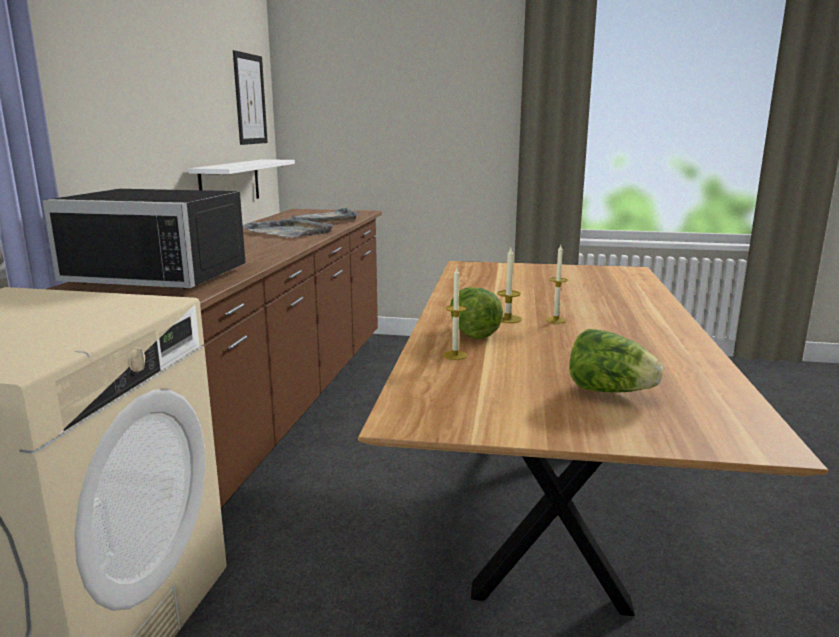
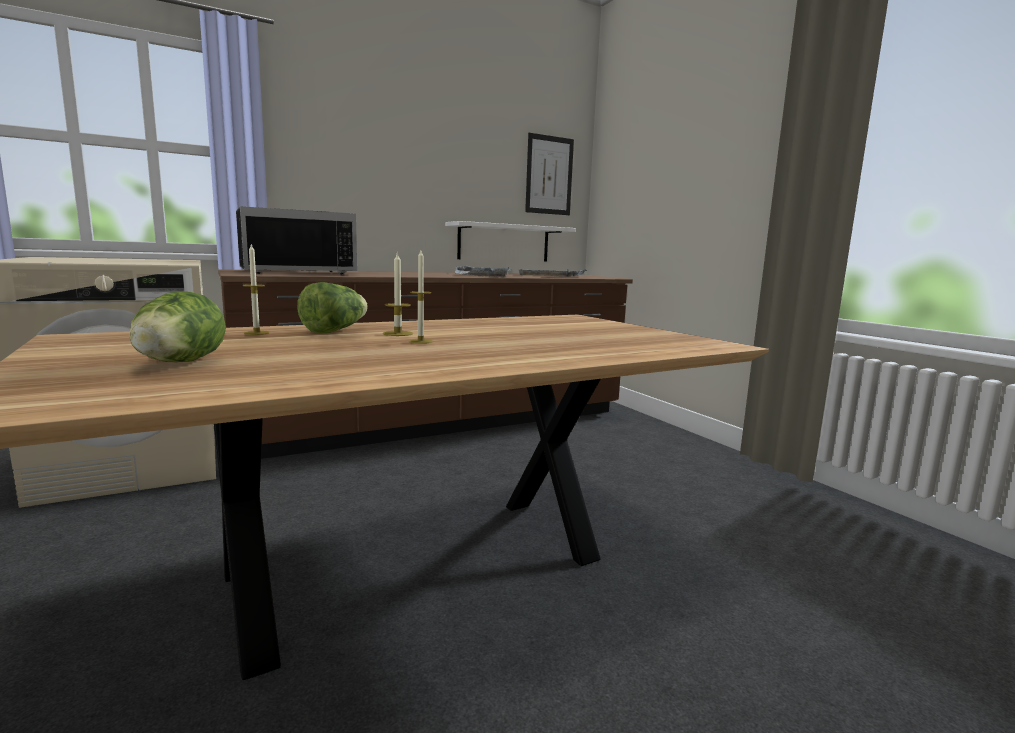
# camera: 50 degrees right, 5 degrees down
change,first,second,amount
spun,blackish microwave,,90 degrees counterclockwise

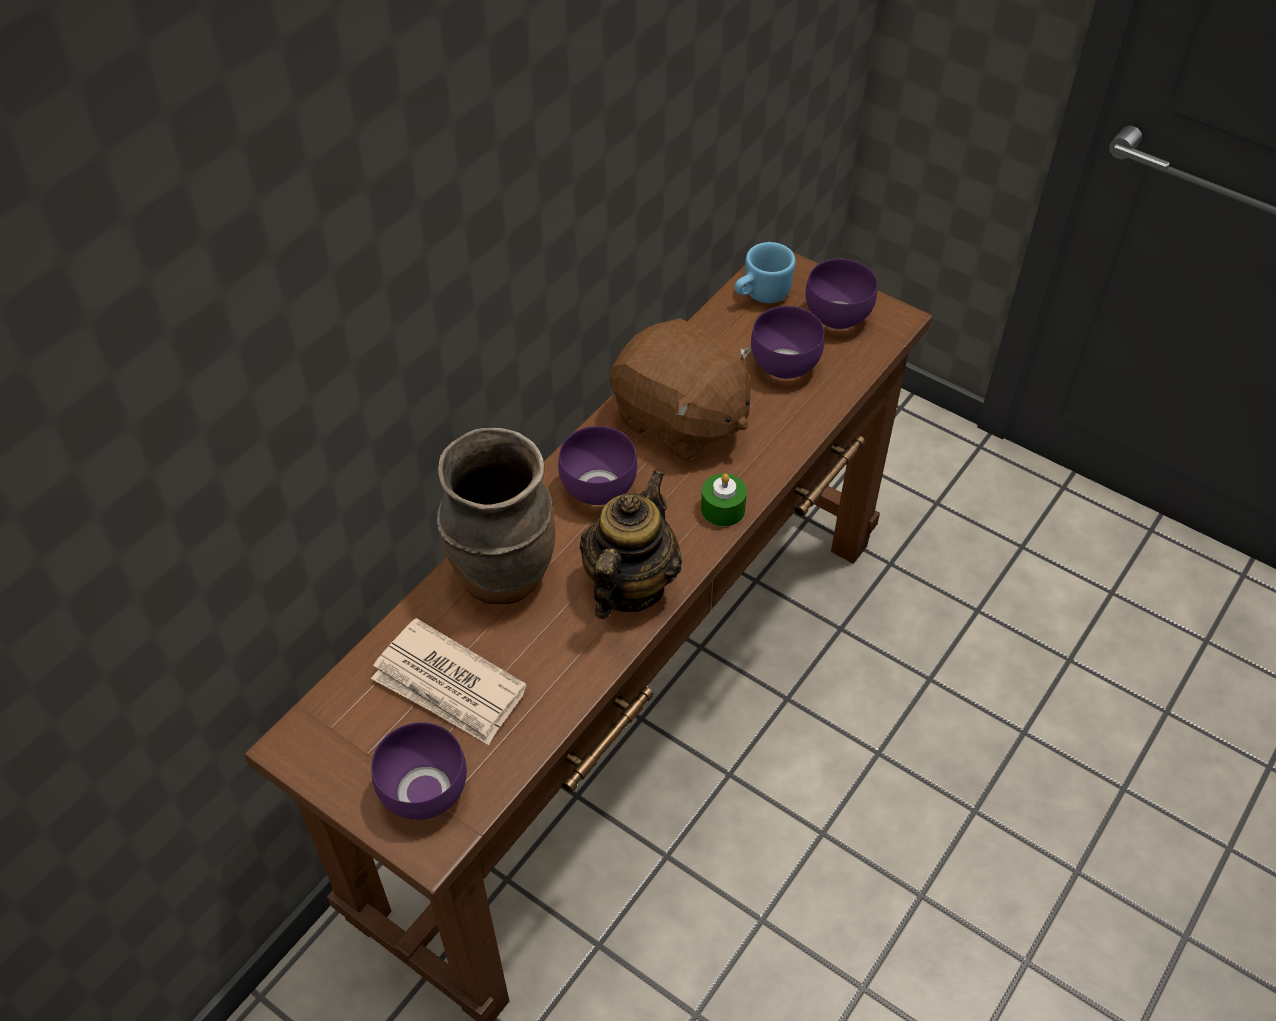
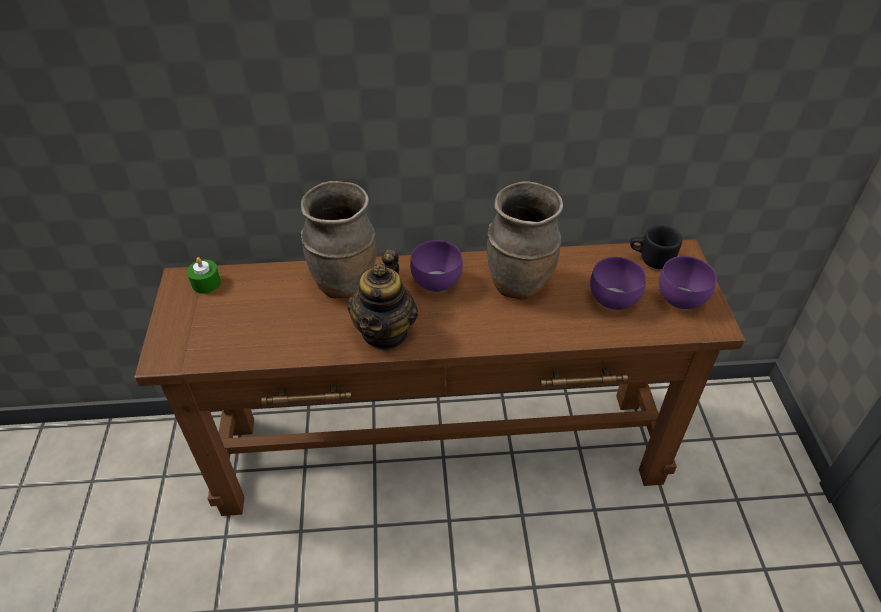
# camera: 50 degrees right, 5 degrees down
change,first,second,amount
missing,newspaper,,
missing,purplish deep dish (no. 1 from left),,
spun,tea pot,,120 degrees clockwise
exchanged,brownish soft toy,brownish decorative vase (no. 2 from left),
relocated,greenish candle,,
colour,blue tea mug,blackish tea mug,

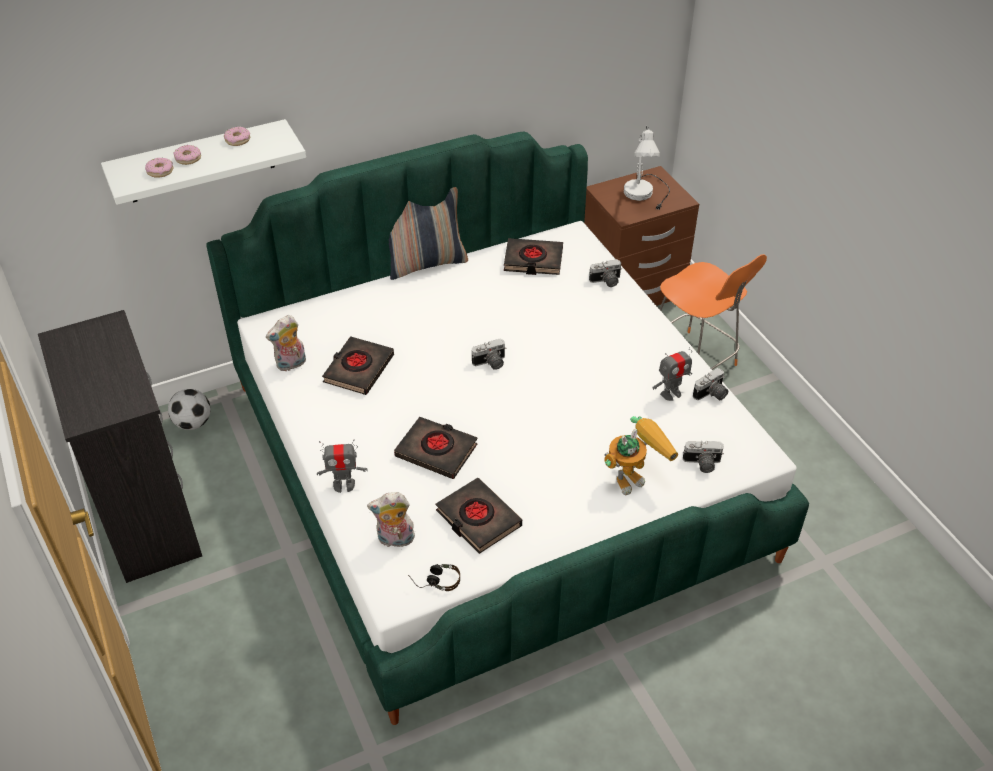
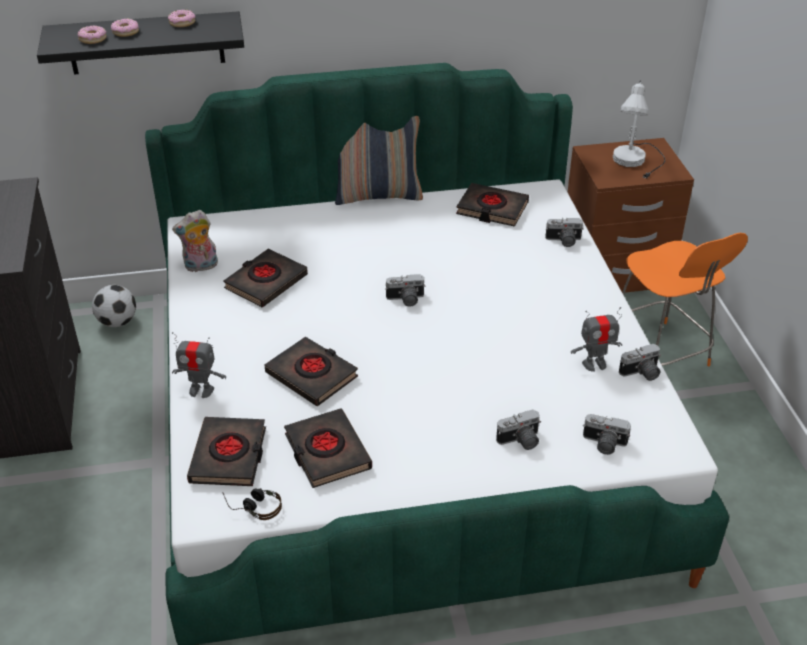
# camera: 15 degrees right, 5 degrees down
change,first,second,amount
colour,white shelf,blackish shelf,
exchanged,soft toy (no. 2 from left),blackish bound book (no. 1 from left),
exchanged,model robot (no. 2 from left),still camera (no. 2 from left),

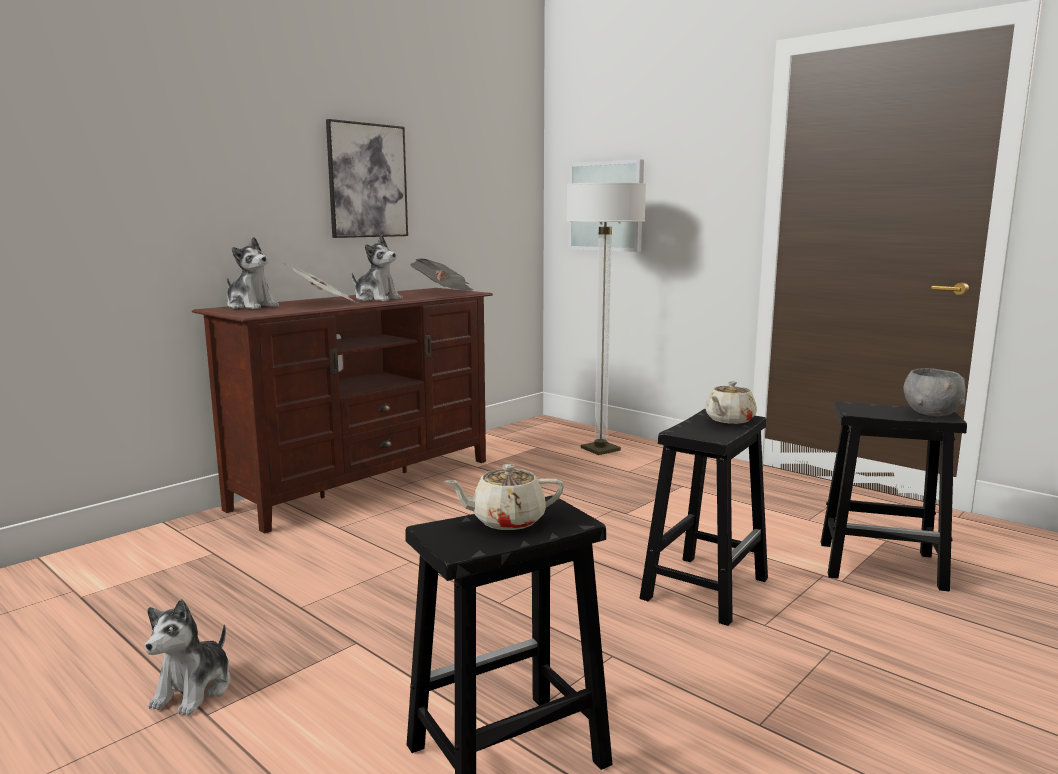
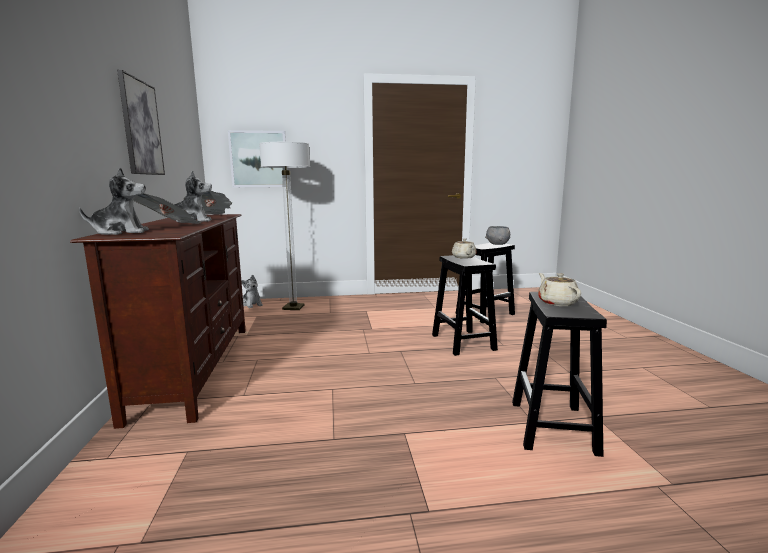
# camera: 50 degrees left, 0 degrees up
change,first,second,amount
relocated,soft toy (no. 1 from left in the first image),soft toy (no. 3 from left),
spun,sand-coloured tea pot (no. 1 from left in the first image),sand-coloured tea pot (no. 2 from left),135 degrees clockwise

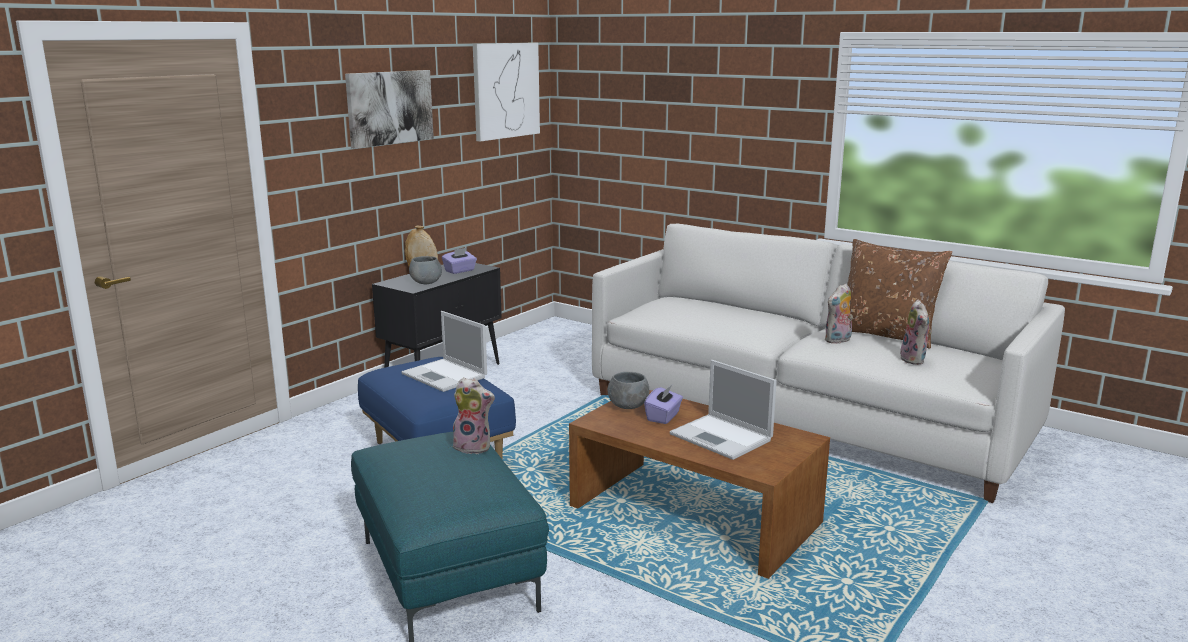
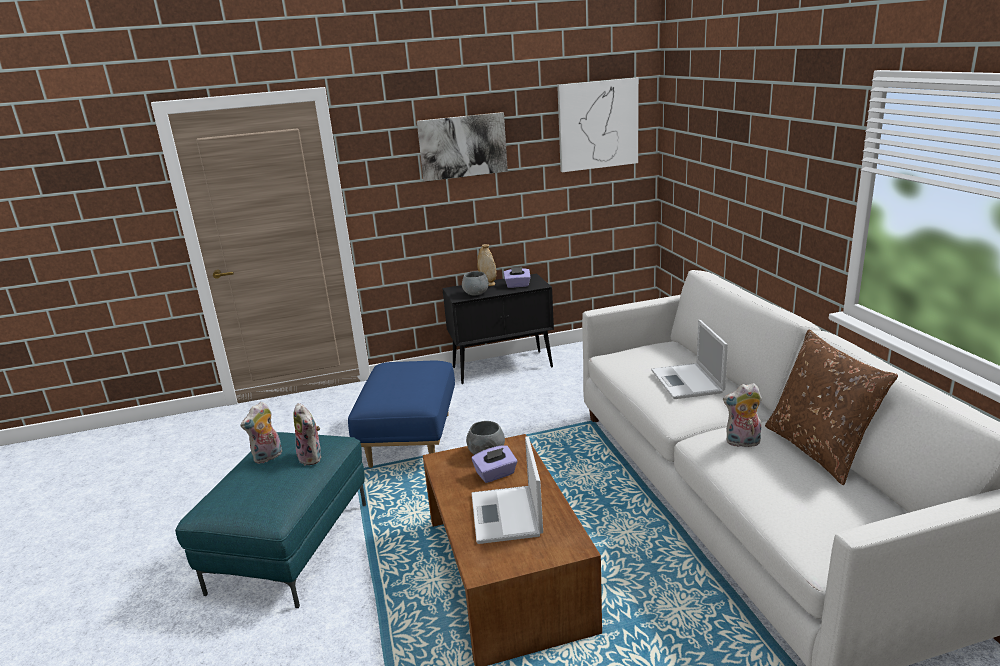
# camera: 40 degrees right, 5 degrees up
change,first,second,amount
relocated,laptop (no. 1 from left in the first image),laptop (no. 2 from left),
relocated,soft toy (no. 3 from left in the first image),soft toy (no. 1 from left),

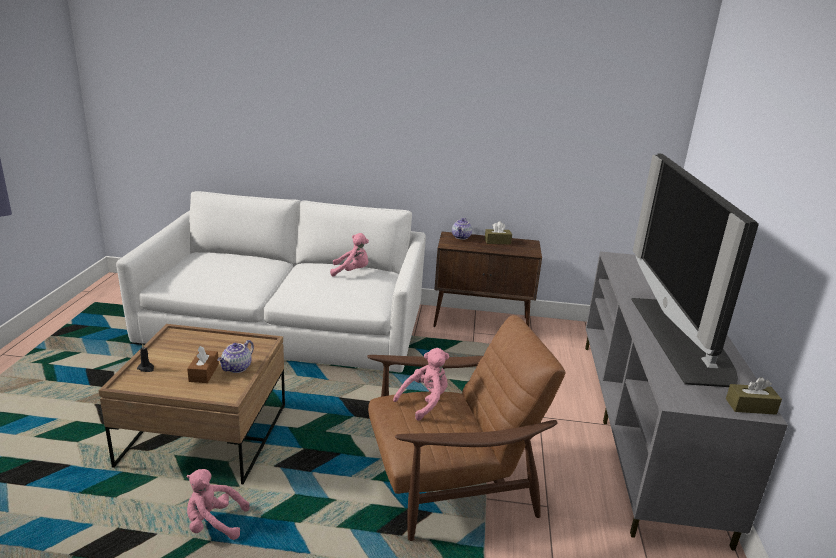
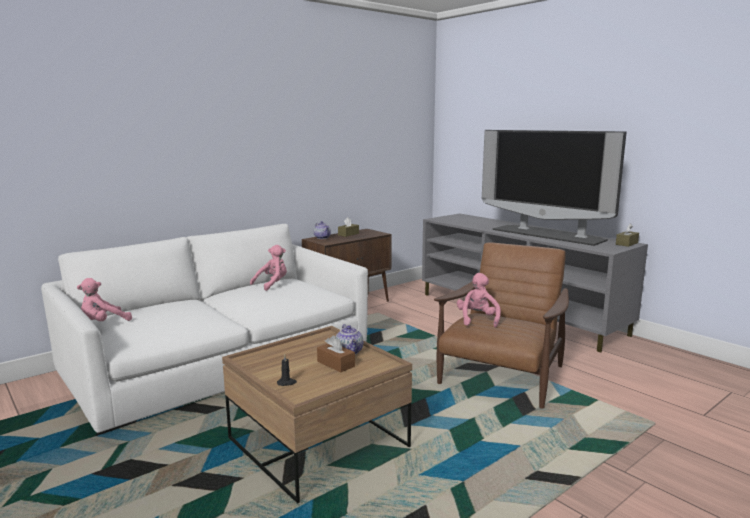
# camera: 45 degrees left, 10 degrees down
change,first,second,amount
relocated,pink soft toy (no. 1 from left),,

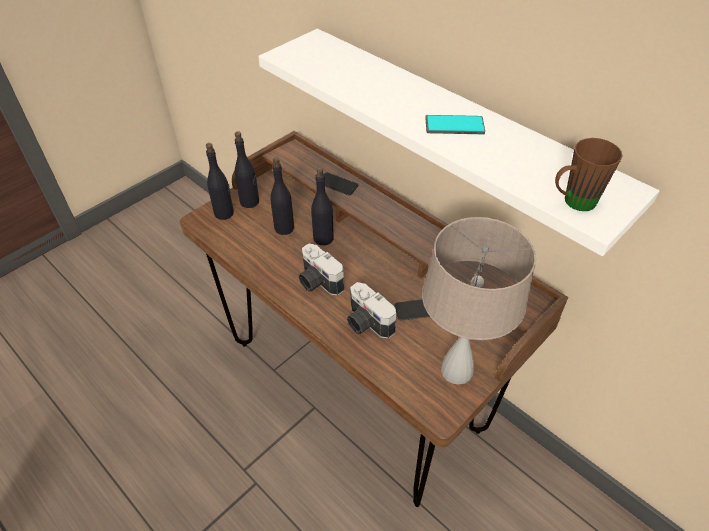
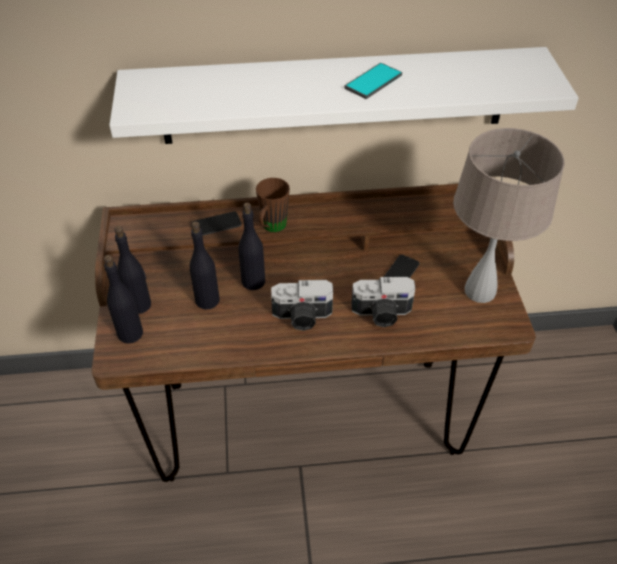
# camera: 50 degrees left, 0 degrees up
change,first,second,amount
relocated,brownish tea mug,,

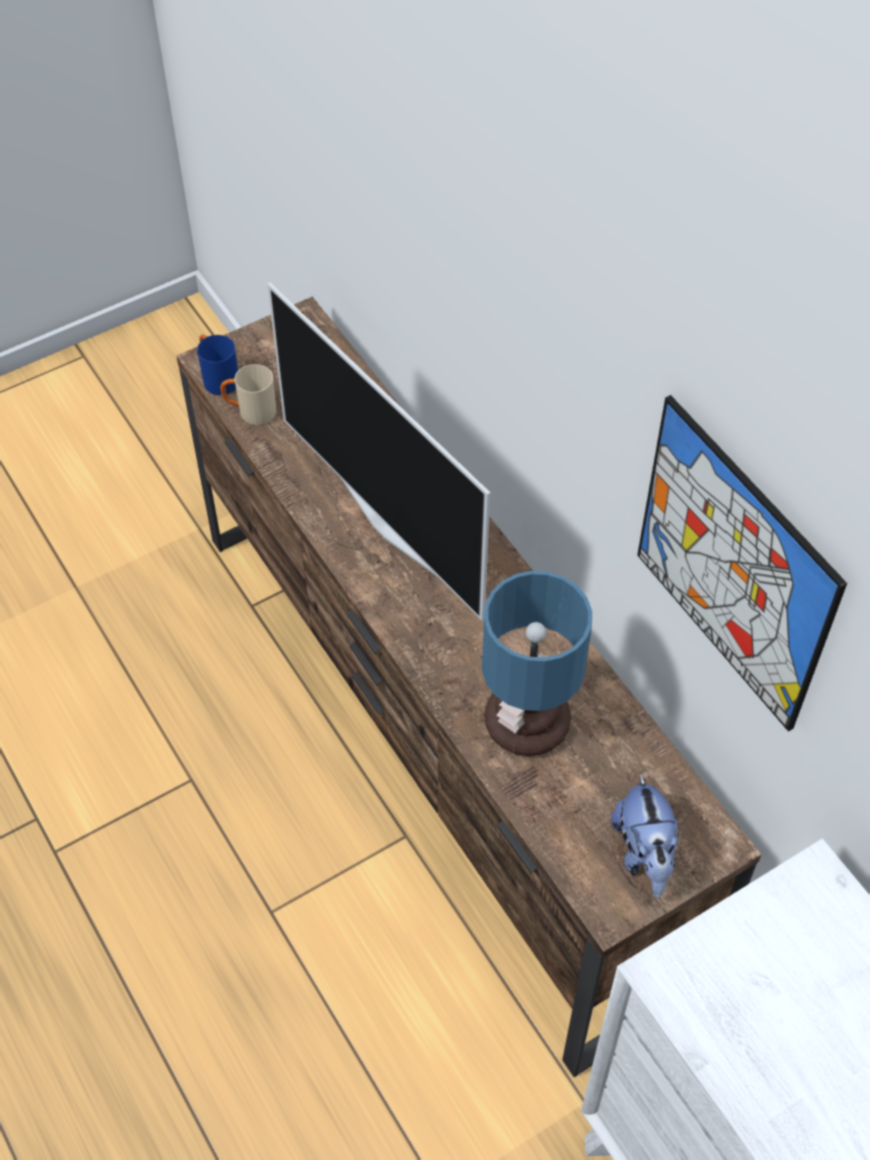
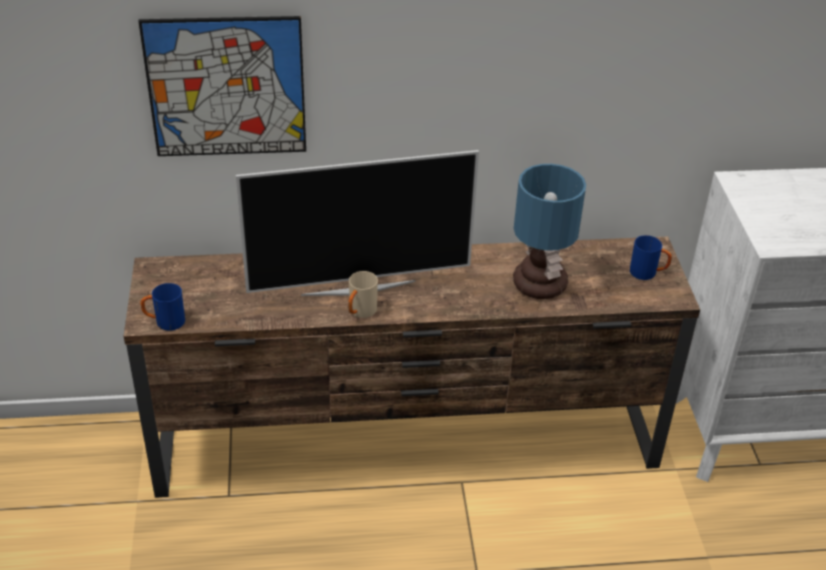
# camera: 65 degrees left, 15 degrees down
change,first,second,amount
relocated,sand-coloured tea mug,,
exchanged,soft toy,blue tea mug (no. 2 from left),
relocated,wall art,,

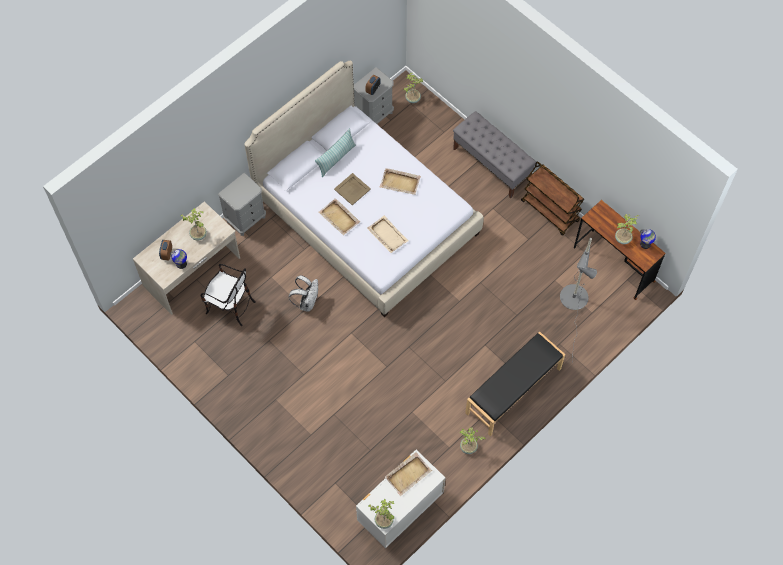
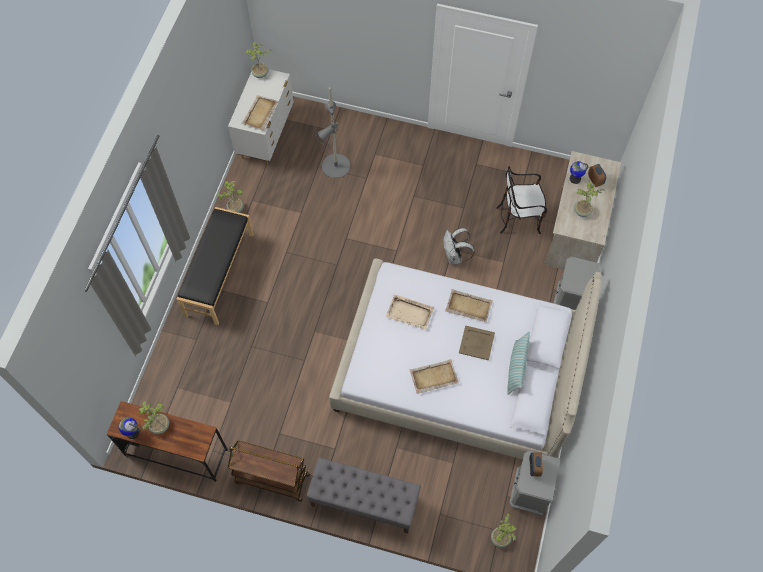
# camera: 150 degrees right, 0 degrees up
change,first,second,amount
relocated,greyish standard lamp,,

